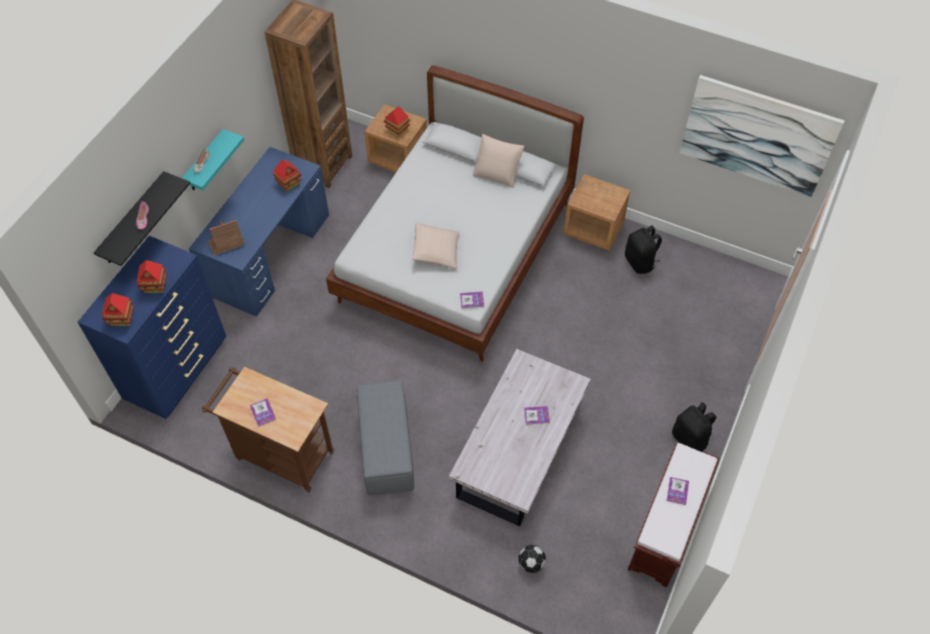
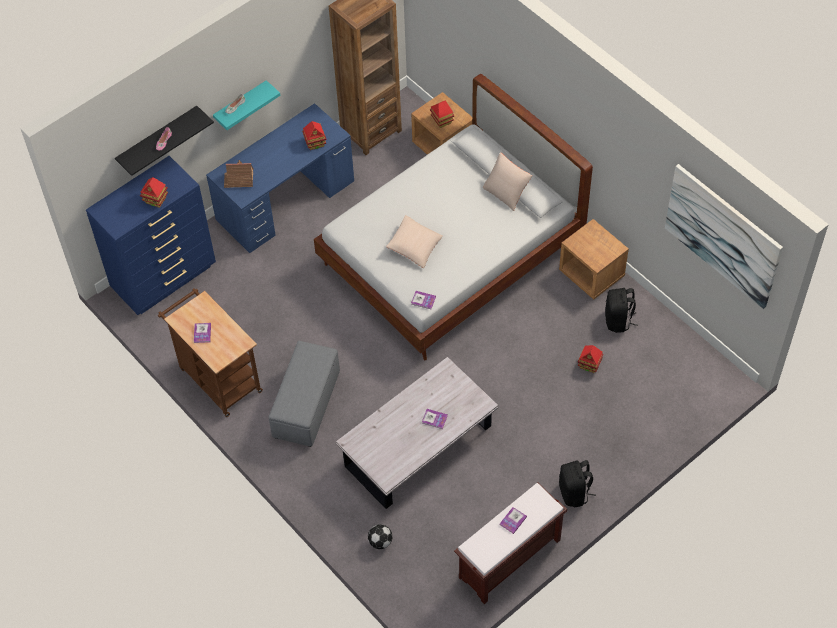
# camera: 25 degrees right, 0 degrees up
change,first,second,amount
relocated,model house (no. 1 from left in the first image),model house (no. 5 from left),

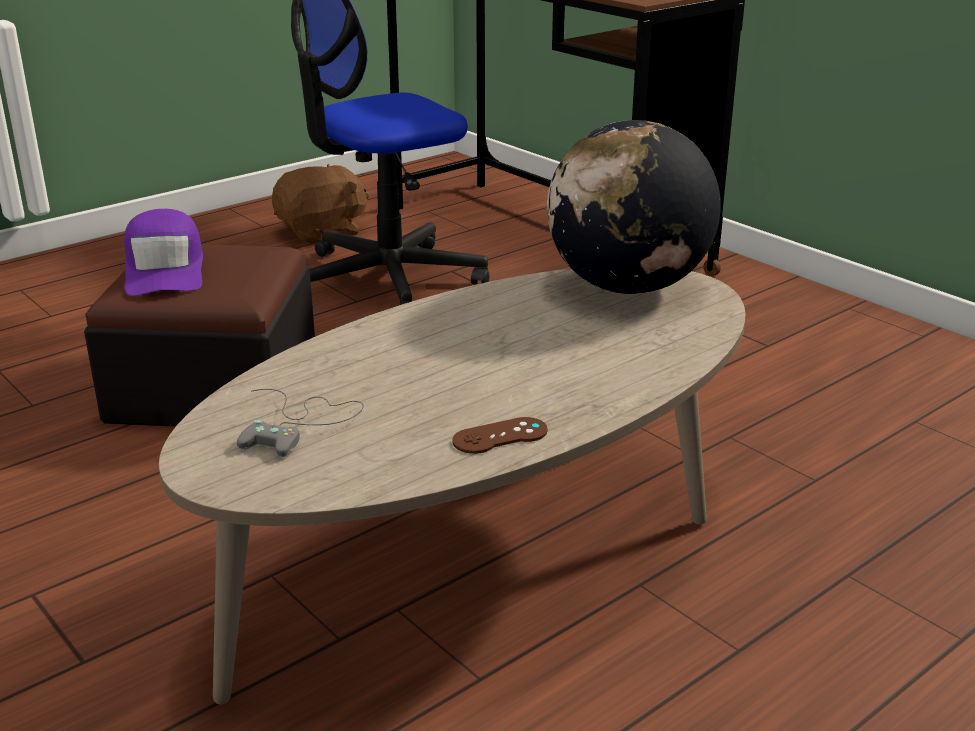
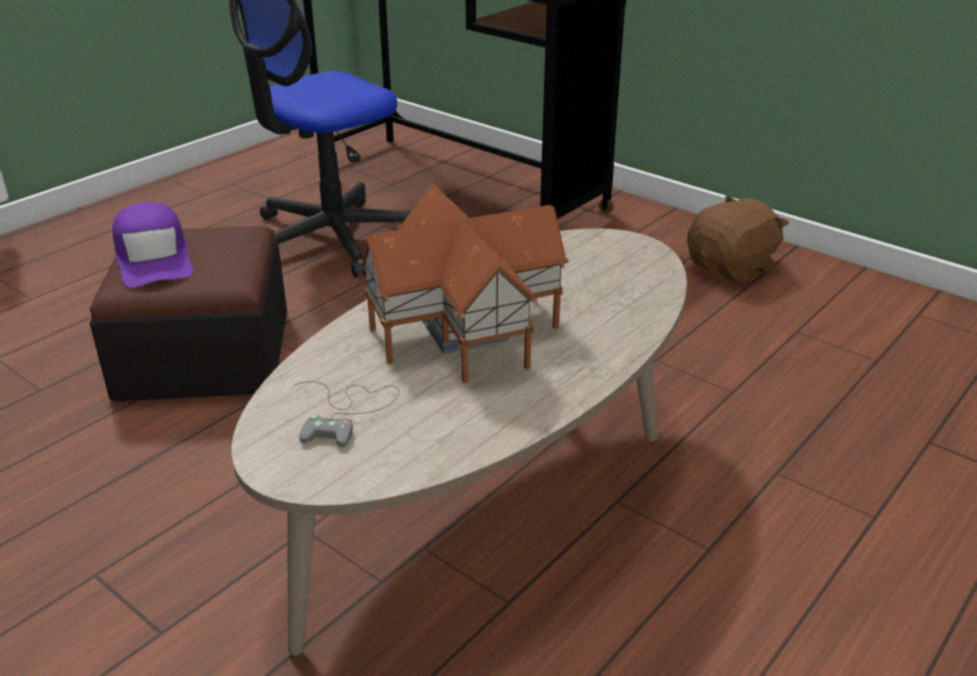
# camera: 10 degrees left, 5 degrees up
change,first,second,amount
relocated,brownish soft toy,,
missing,brownish game controller,,
missing,globe,,
appeared,,model house,

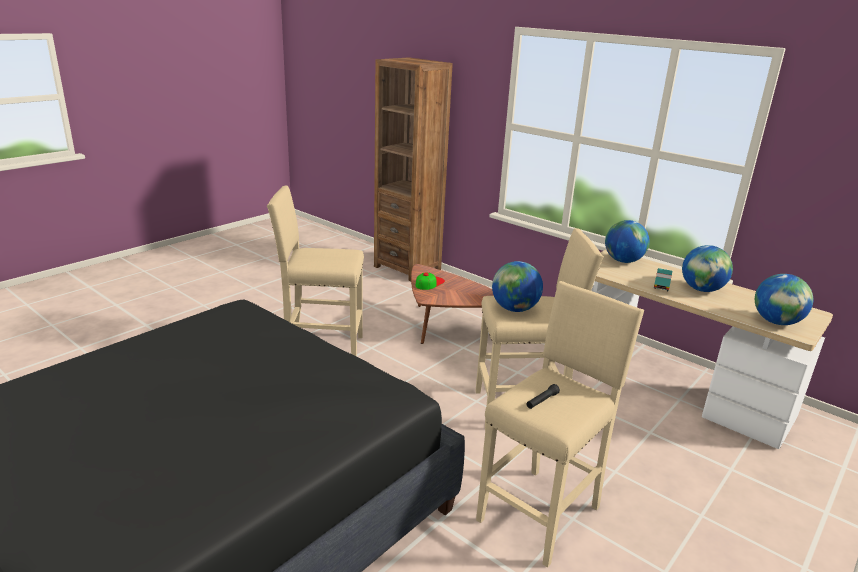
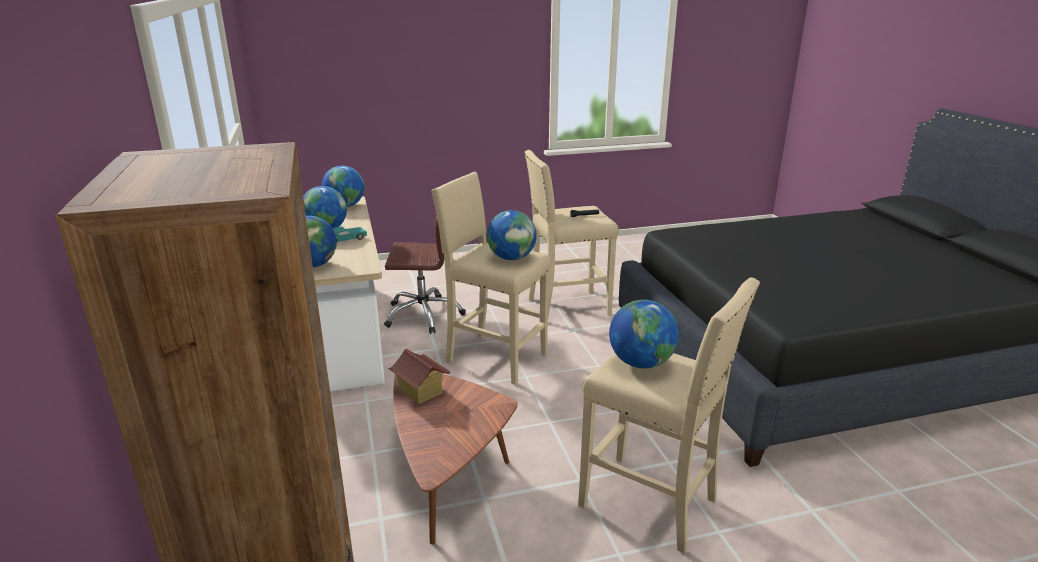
# camera: 145 degrees left, 0 degrees up
change,first,second,amount
missing,baseball cap,,
appeared,,brownish computer chair,
appeared,,model house,
appeared,,globe (no. 5 from left),

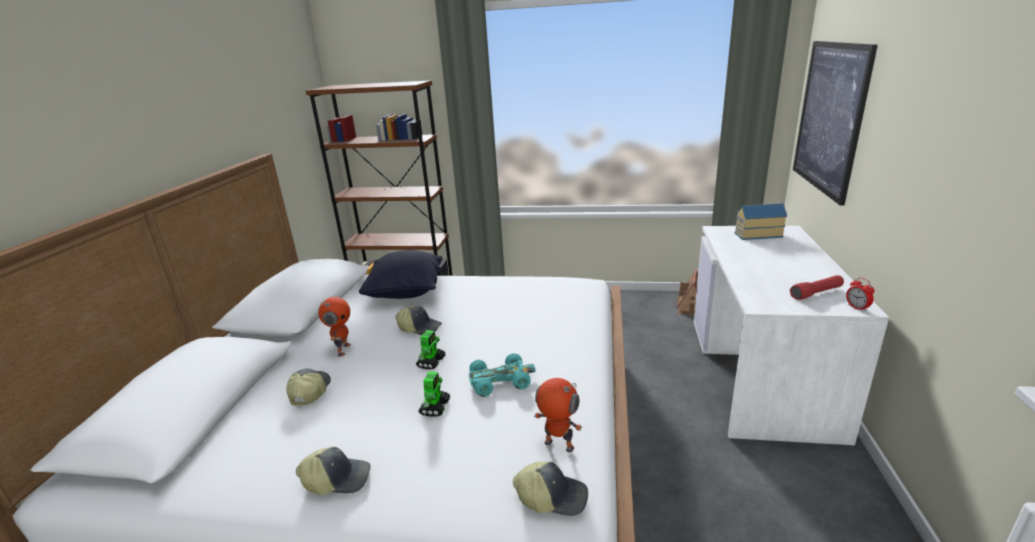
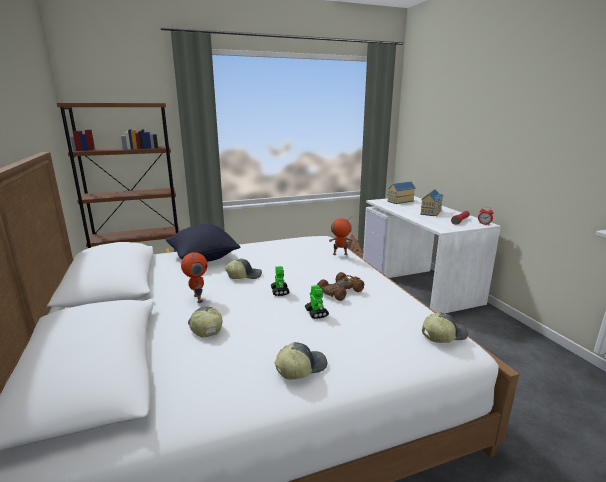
# camera: 30 degrees left, 5 degrees down
change,first,second,amount
colour,blue-green miniature car,brownish miniature car,
relocated,model robot (no. 4 from left),,
missing,wall art,,
appeared,,model house (no. 3 from left),

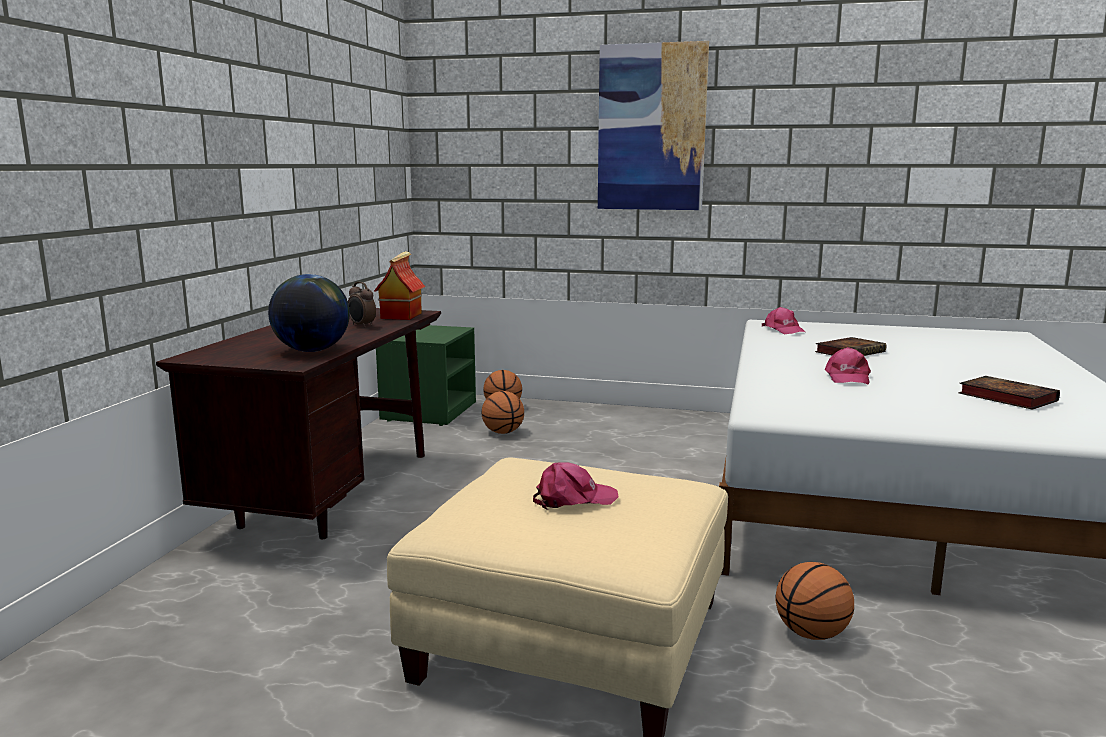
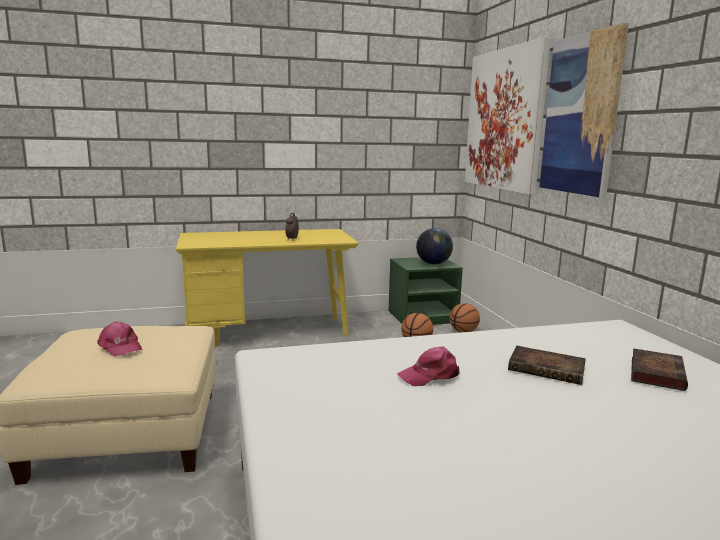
# camera: 60 degrees right, 0 degrees up
change,first,second,amount
colour,brownish desk unit,yellowish desk unit,
relocated,globe,,
missing,model house,,
missing,pink baseball cap (no. 2 from left),,
missing,basketball ball (no. 3 from left),,
relocated,bound book (no. 2 from left),,
appeared,,wall art (no. 1 from left),

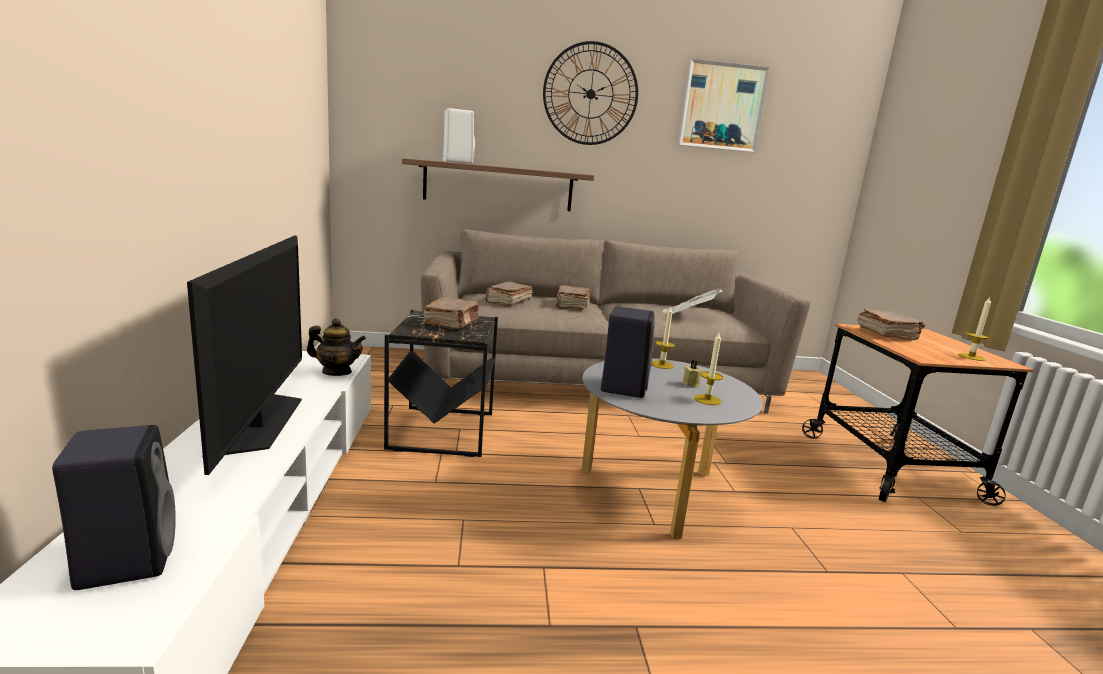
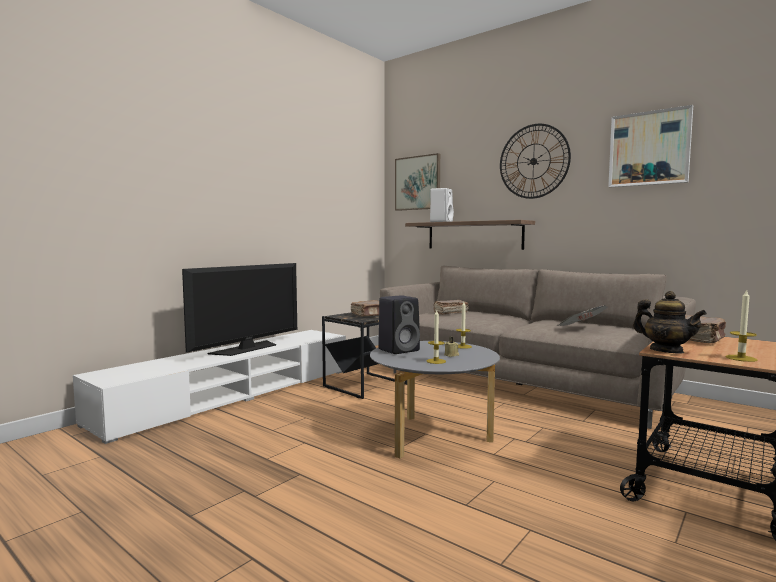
# camera: 45 degrees right, 10 degrees down
change,first,second,amount
missing,blackish loudspeaker (no. 1 from left),,
relocated,tea pot,,
missing,brownish bound book (no. 3 from left),,
appeared,,wall art (no. 1 from left),

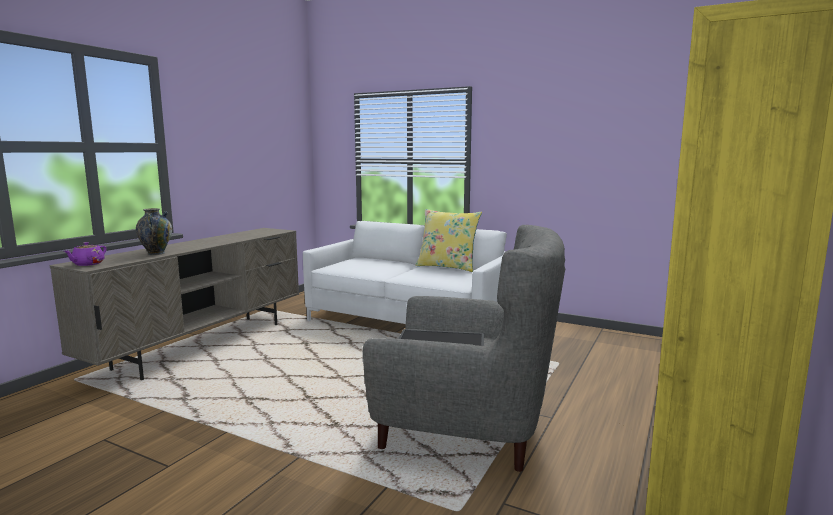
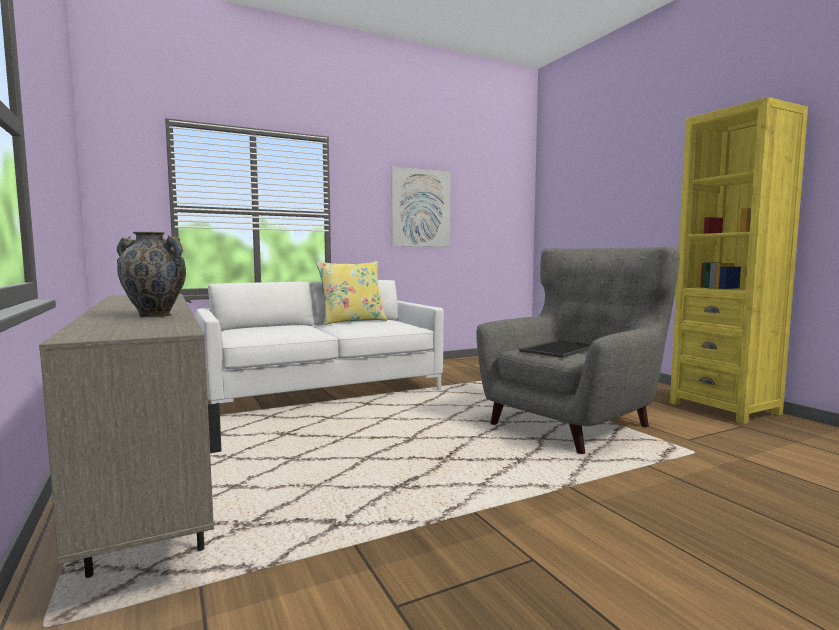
# camera: 55 degrees left, 5 degrees down
change,first,second,amount
missing,purplish tea pot,,
appeared,,wall art,

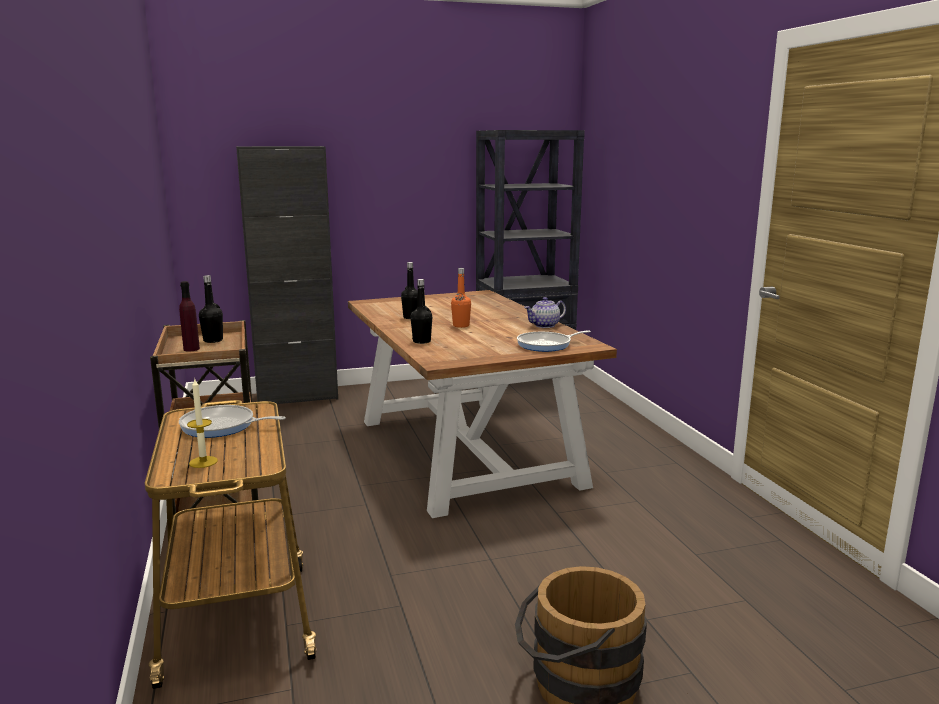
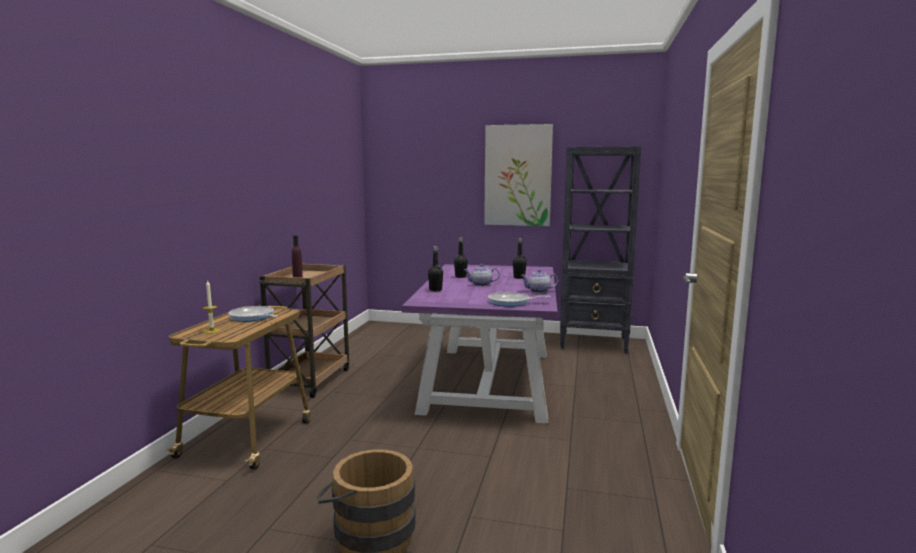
# camera: 30 degrees right, 5 degrees down
change,first,second,amount
relocated,blackish bottle (no. 1 from left in the first image),blackish bottle (no. 3 from left),
missing,blackish cabinet,,
colour,brownish dining table,purplish dining table,
exchanged,orange bottle,tea pot (no. 1 from left),
appeared,,wall art,

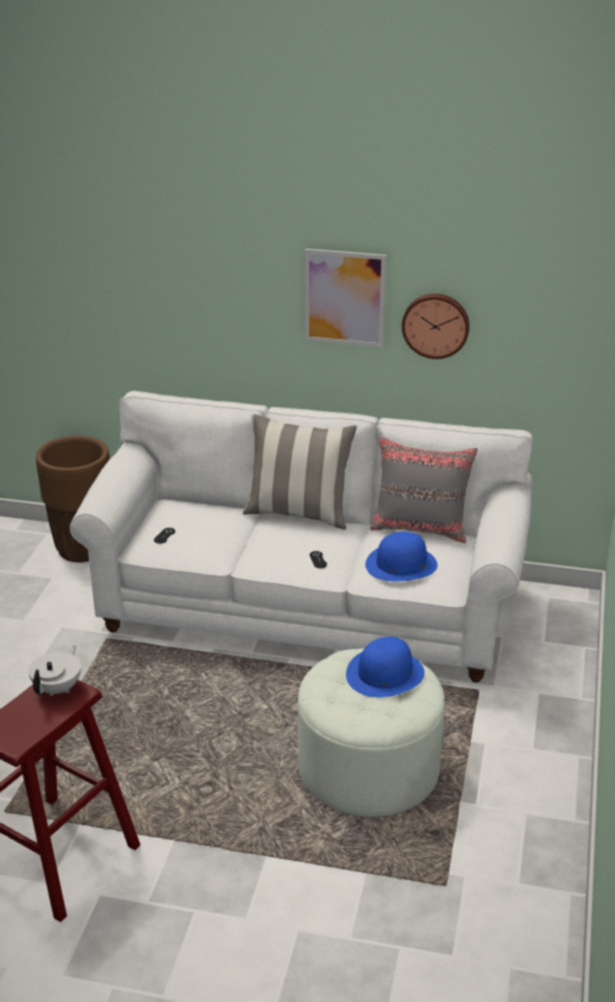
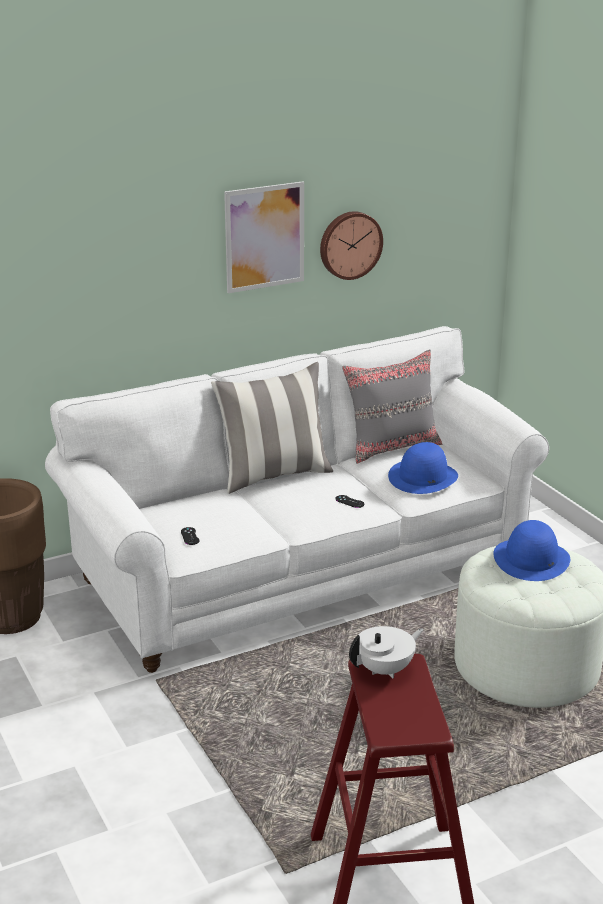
# camera: 40 degrees left, 5 degrees down
change,first,second,amount
spun,white tea pot,,75 degrees clockwise

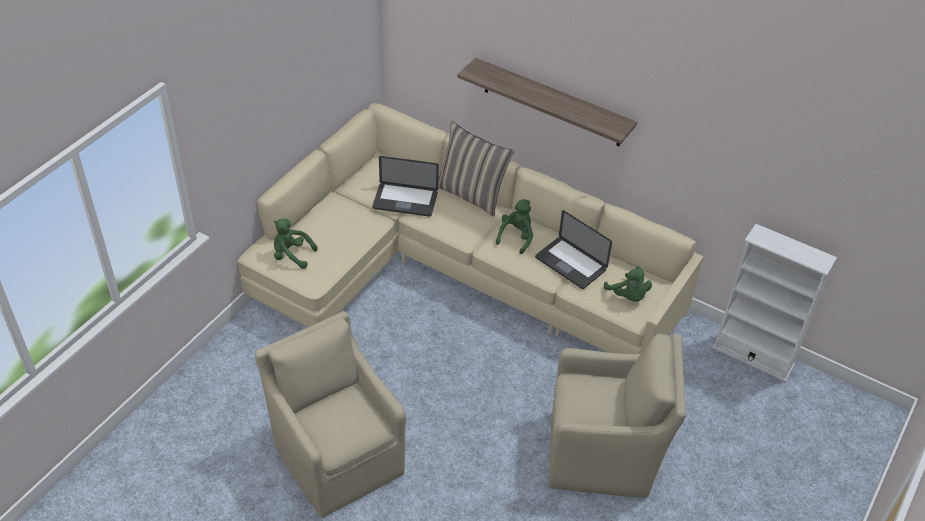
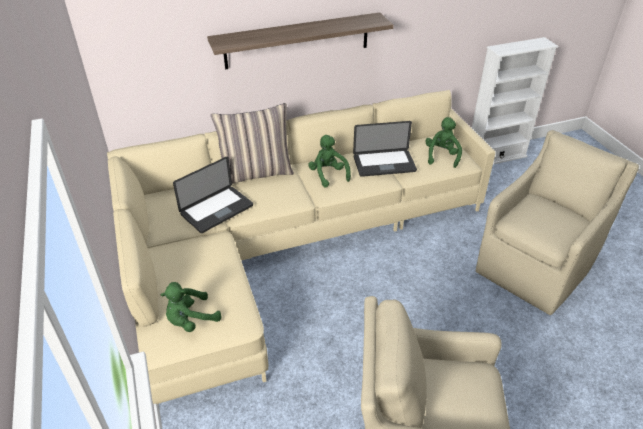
# camera: 50 degrees left, 5 degrees down
change,first,second,amount
spun,greenish soft toy (no. 3 from left),,90 degrees counterclockwise

